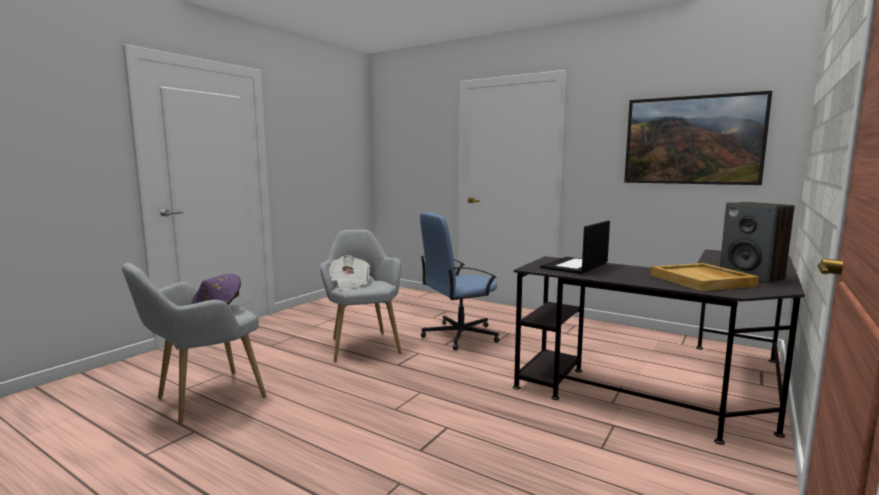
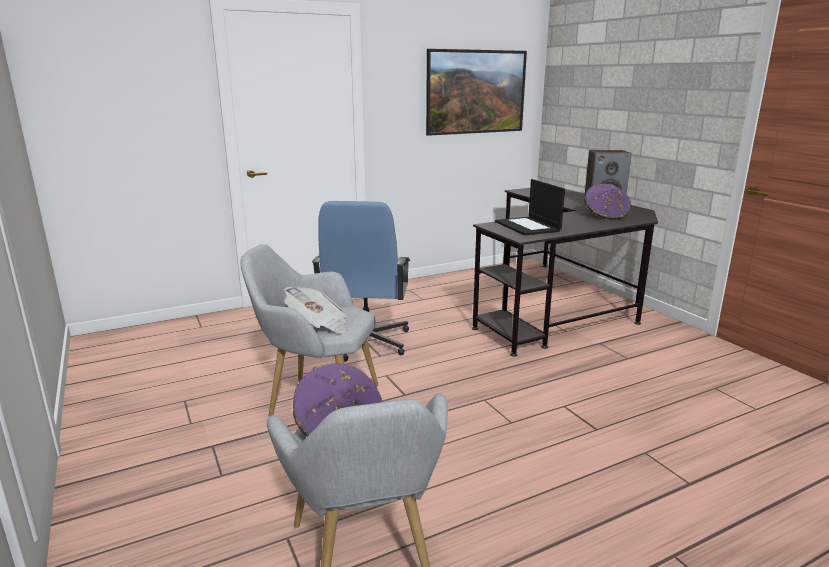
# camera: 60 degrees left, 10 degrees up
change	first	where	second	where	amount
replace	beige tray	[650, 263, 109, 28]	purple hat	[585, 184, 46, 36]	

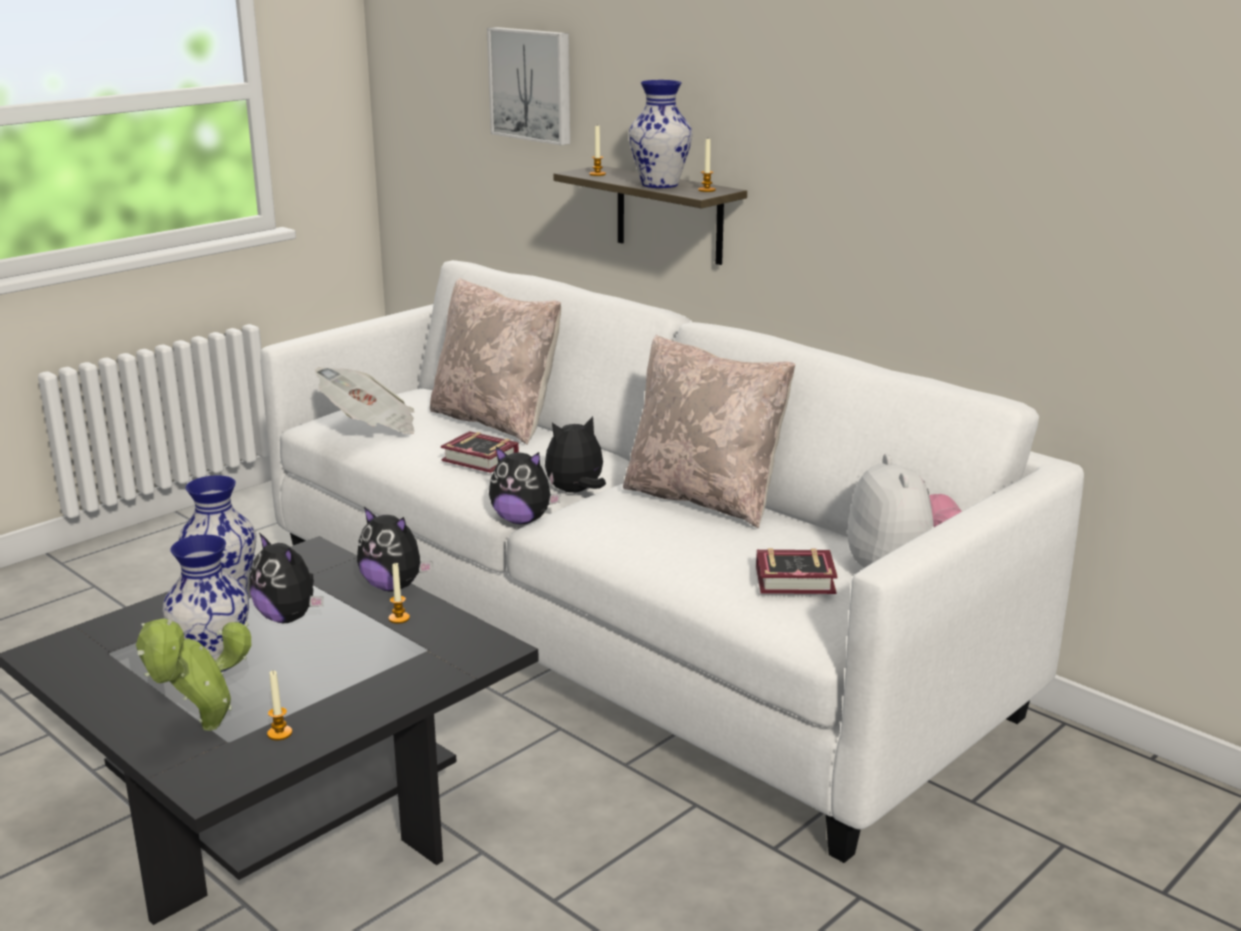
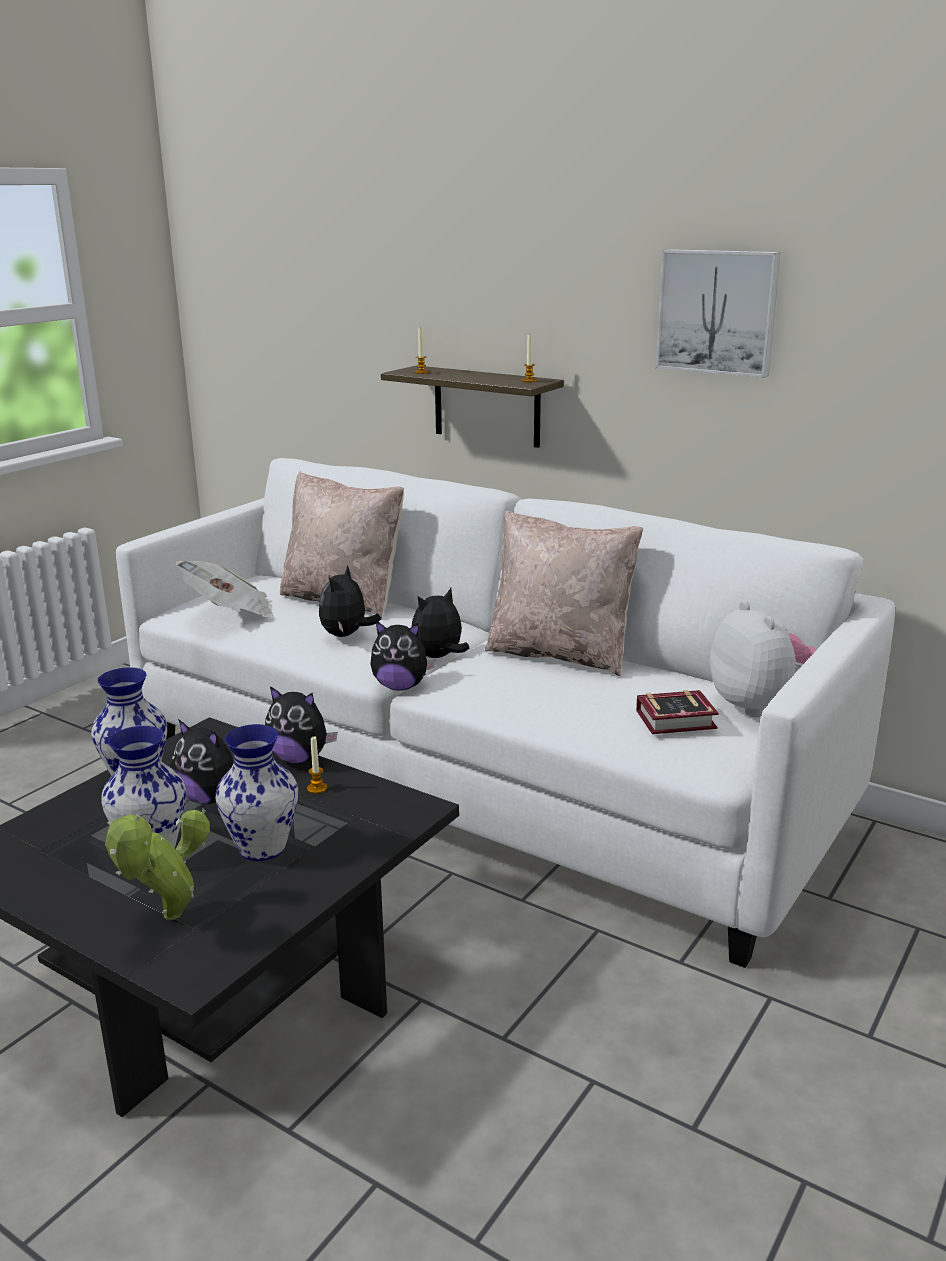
# camera: 10 degrees left, 0 degrees up
change	first	where	second	where	amount
move	vase	[629, 80, 63, 108]		[215, 724, 83, 137]	
replace	book	[441, 431, 78, 42]	plush toy	[319, 565, 62, 72]	
move	picture	[487, 27, 83, 118]		[655, 249, 126, 129]	
delete	candle	[267, 671, 25, 70]			

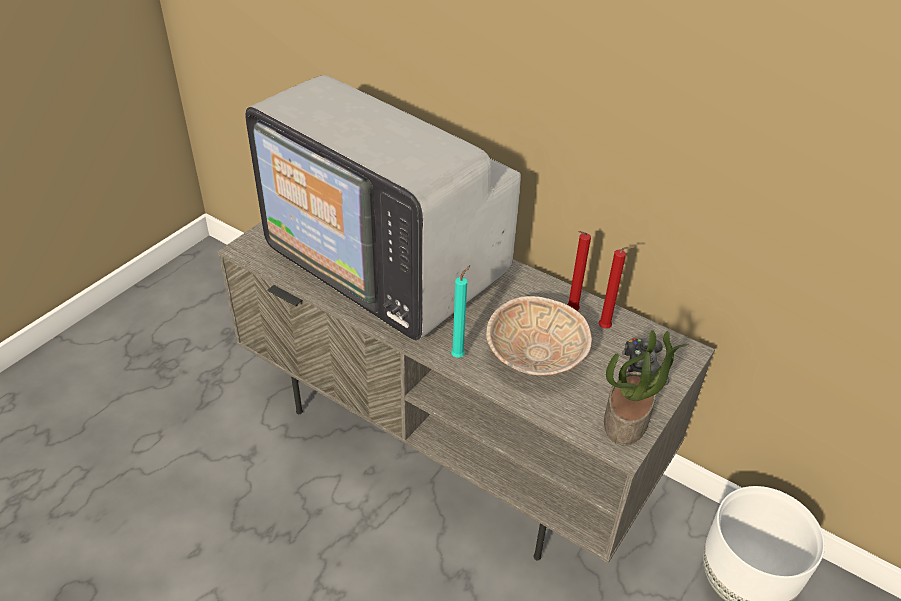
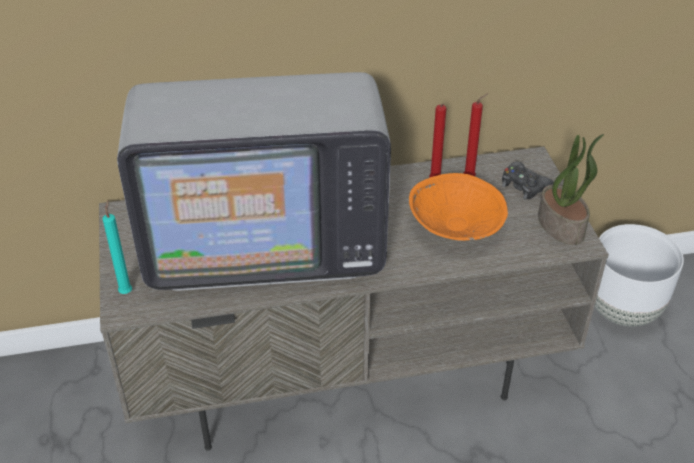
# camera: 45 degrees left, 0 degrees up
change	first	where	second	where	amount
move	turquoise candle	[451, 265, 19, 93]		[103, 200, 29, 94]	
recolor	beige bowl	[486, 296, 106, 80]	orange bowl	[409, 173, 99, 68]	

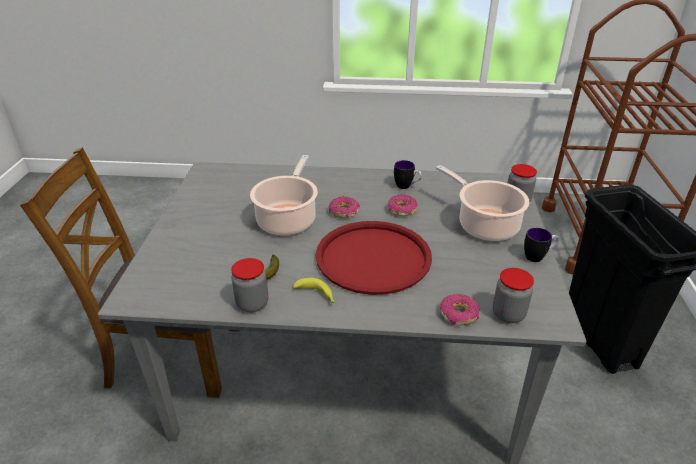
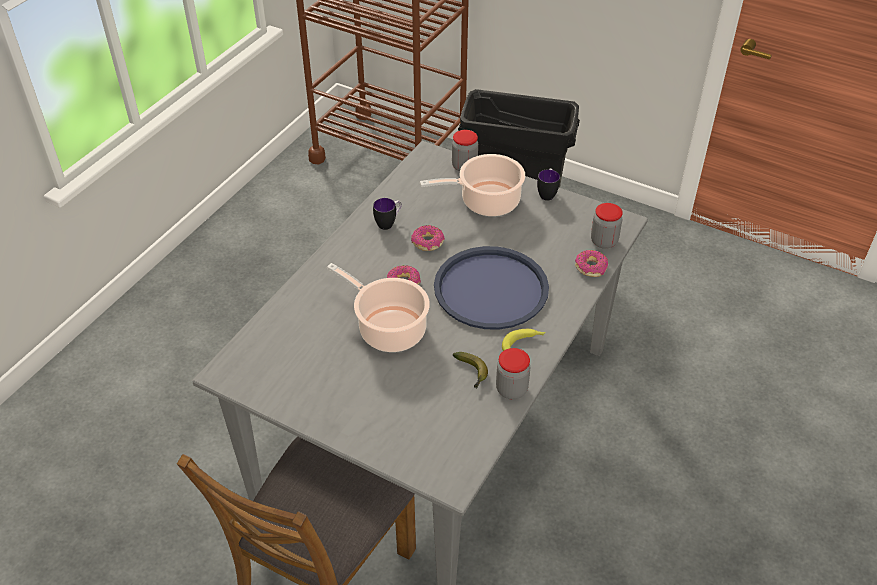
# camera: 65 degrees left, 10 degrees up
change	first	where	second	where	amount
recolor	red tray	[316, 221, 116, 74]	blue tray	[434, 246, 115, 84]	

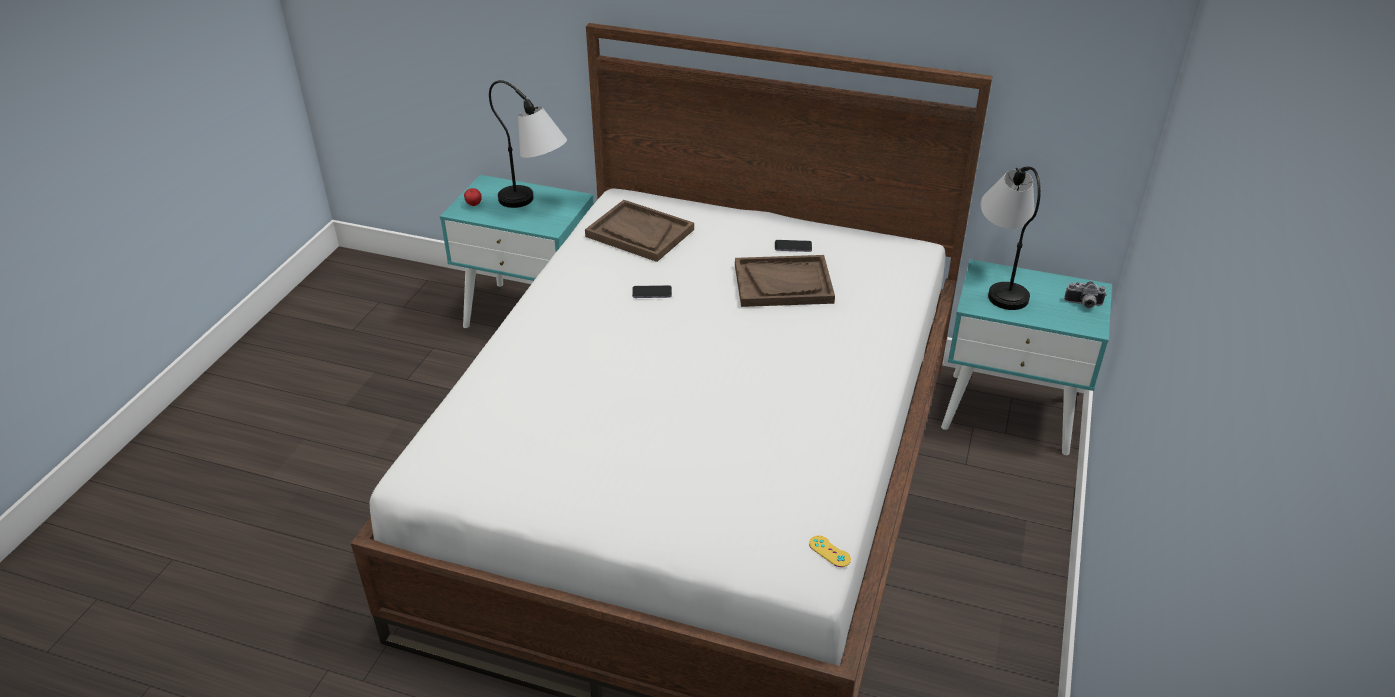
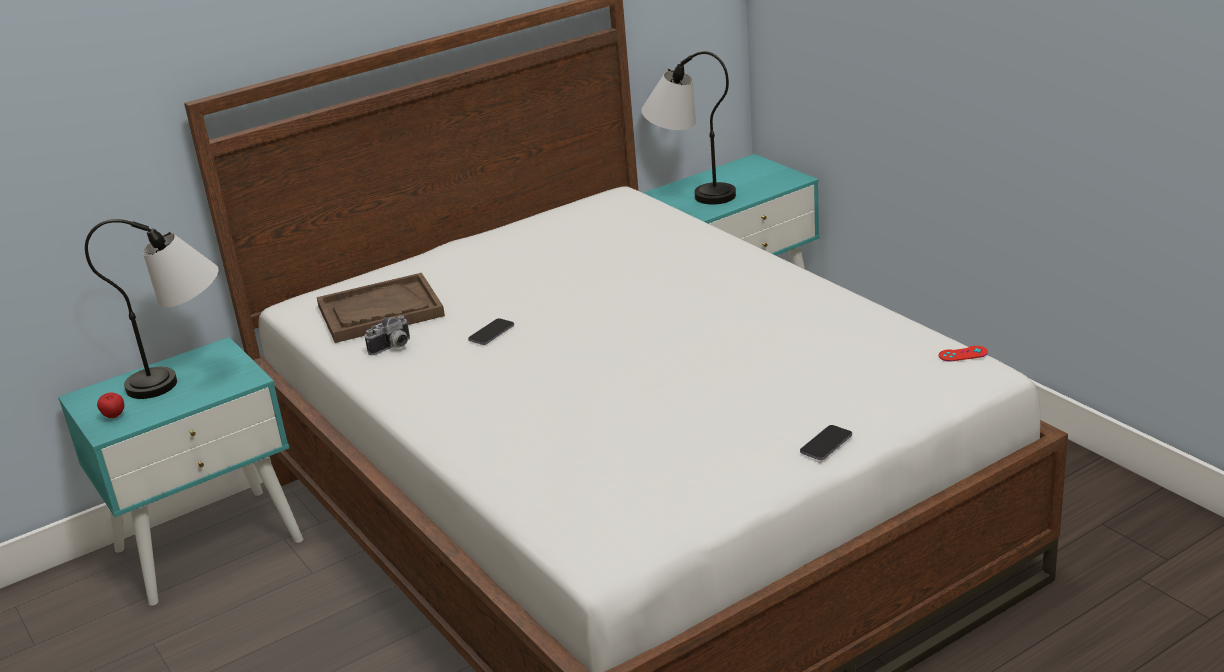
# camera: 50 degrees left, 10 degrees down
change	first	where	second	where	amount
move	photo camera	[1064, 281, 43, 27]		[365, 315, 45, 40]	
move	phone	[775, 240, 37, 12]		[800, 425, 52, 35]	
recolor	yellow game controller	[809, 535, 42, 32]	red game controller	[939, 346, 49, 16]	
delete	brown tray	[735, 255, 100, 52]			

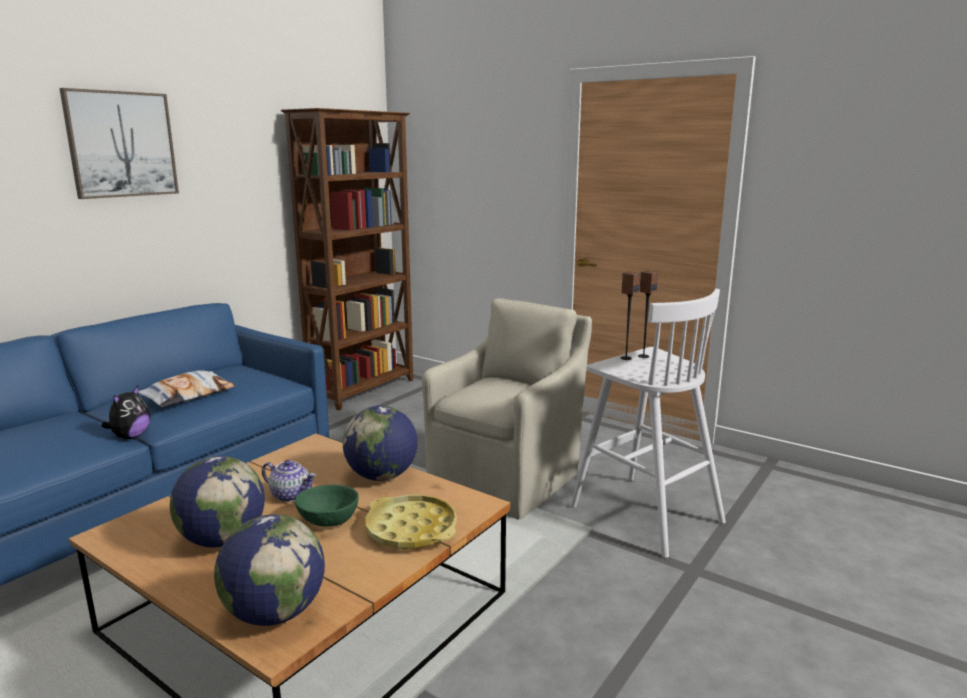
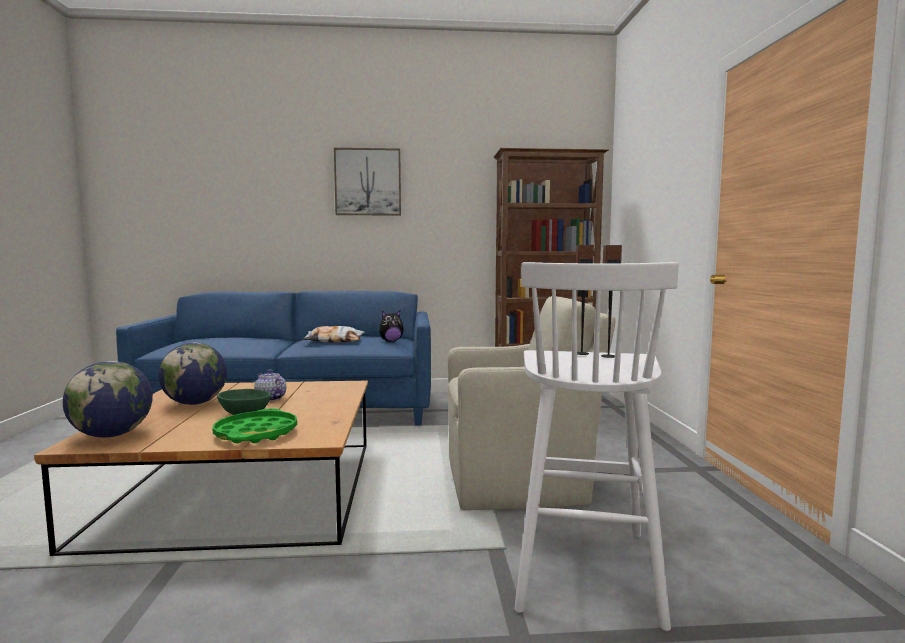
# camera: 50 degrees right, 10 degrees down
change	first	where	second	where	amount
recolor	yellow tray	[366, 495, 91, 55]	green tray	[212, 409, 85, 34]	
rotate	teapot	[262, 460, 54, 42]		[254, 370, 32, 31]	150 degrees clockwise
move	plush toy	[102, 386, 49, 53]		[379, 311, 24, 31]	
delete	globe	[343, 406, 75, 75]			

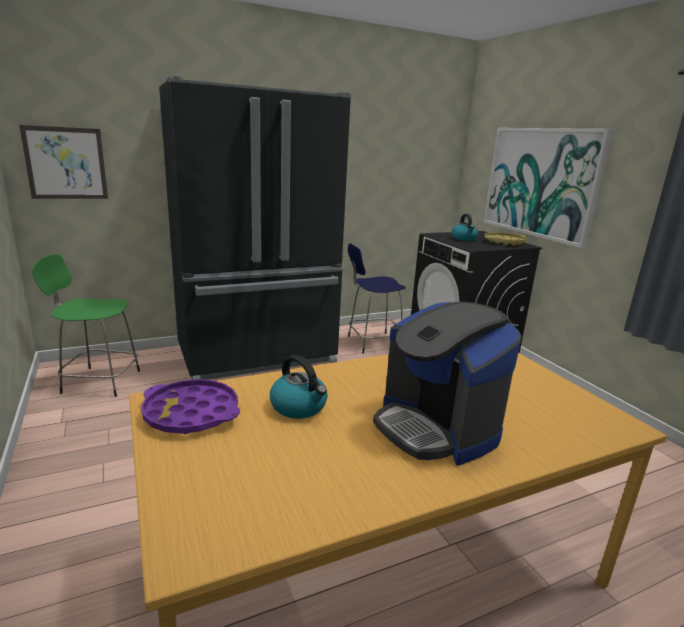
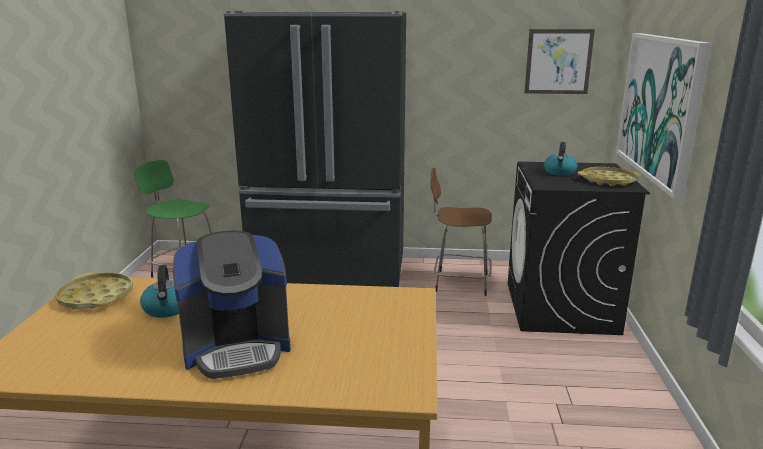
# camera: 30 degrees right, 0 degrees up
change	first	where	second	where	amount
recolor	purple tray	[141, 379, 99, 55]	yellow tray	[55, 272, 78, 37]	
rotate	coffee machine	[373, 302, 148, 164]		[173, 230, 118, 149]	105 degrees counterclockwise
recolor	blue stool	[348, 243, 58, 111]	brown stool	[431, 168, 61, 128]	
move	picture	[19, 125, 89, 74]		[524, 29, 71, 65]	

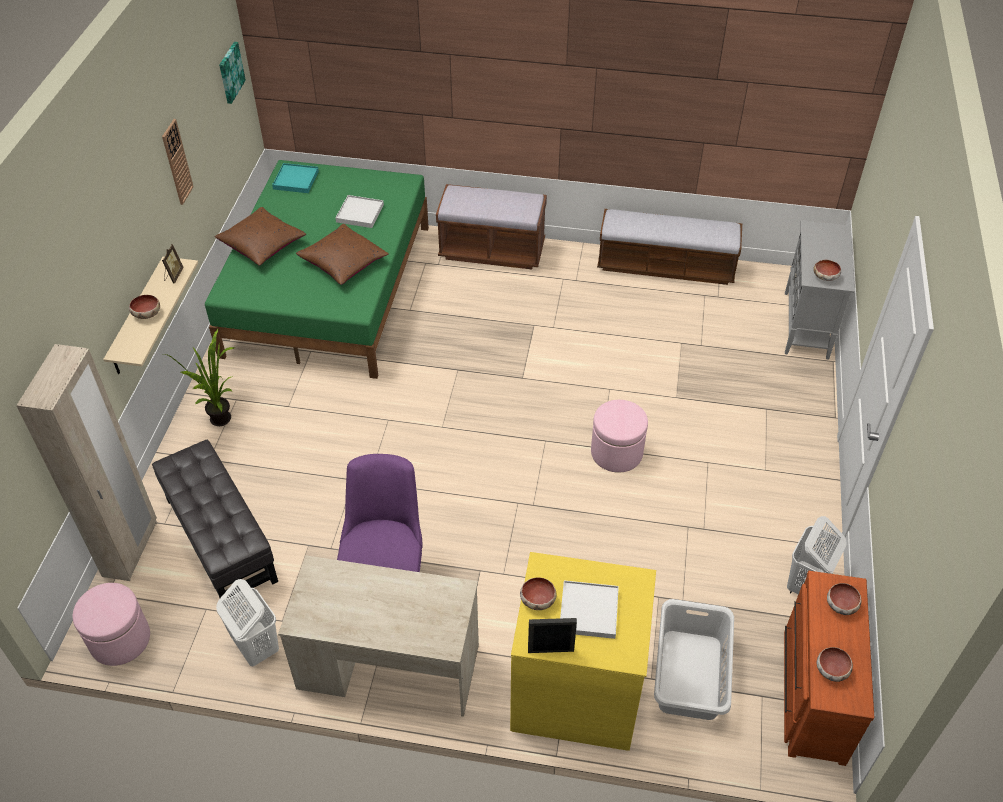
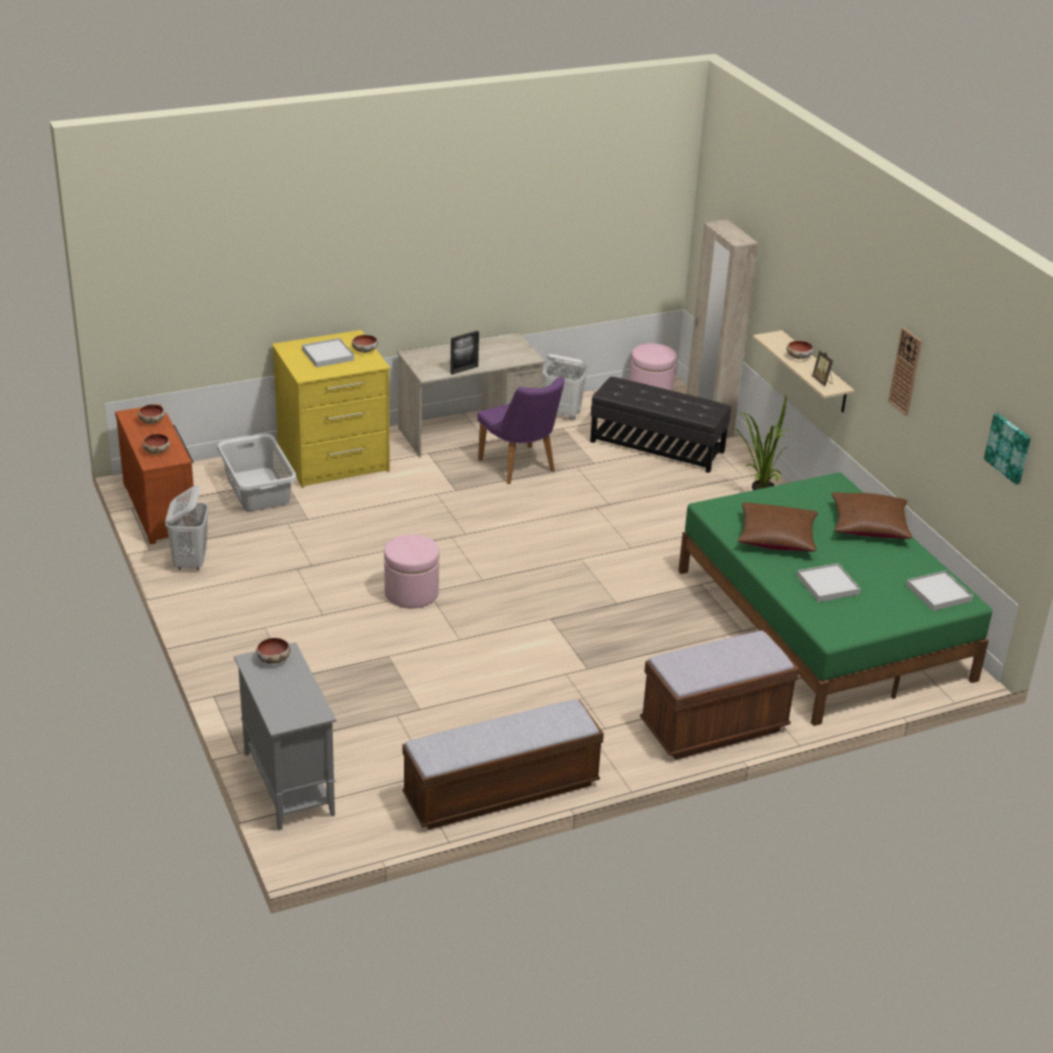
# camera: 145 degrees right, 15 degrees down
change	first	where	second	where	amount
move	picture frame	[528, 618, 49, 35]		[450, 331, 29, 44]	
recolor	turquoise tray	[272, 163, 47, 30]	white tray	[906, 570, 67, 41]	

